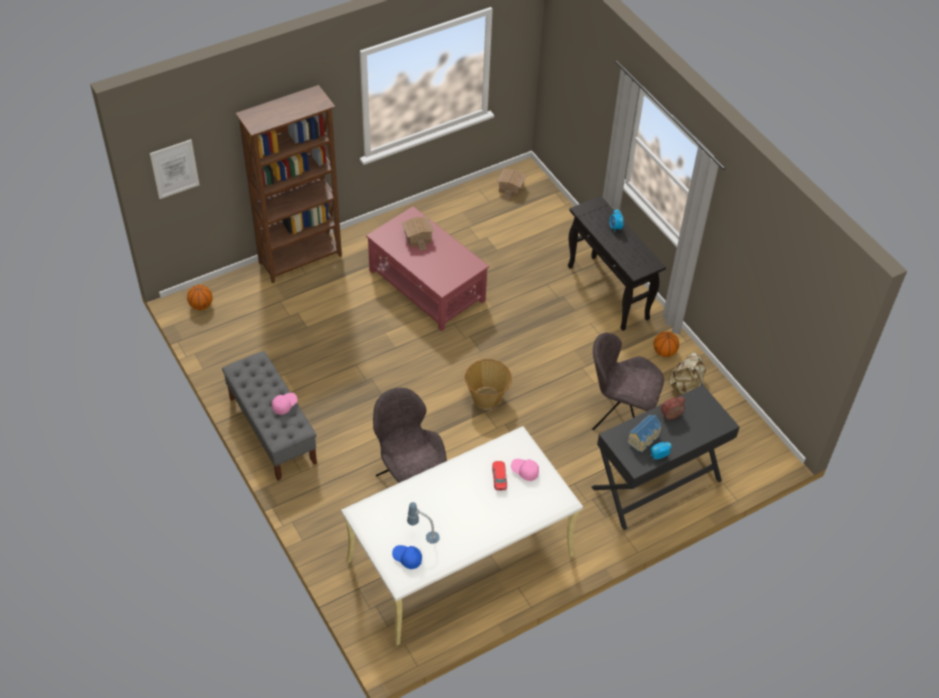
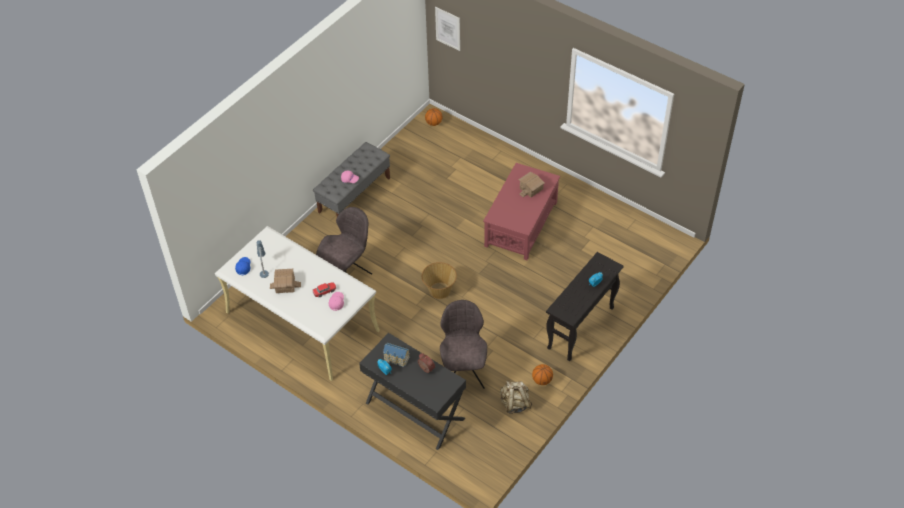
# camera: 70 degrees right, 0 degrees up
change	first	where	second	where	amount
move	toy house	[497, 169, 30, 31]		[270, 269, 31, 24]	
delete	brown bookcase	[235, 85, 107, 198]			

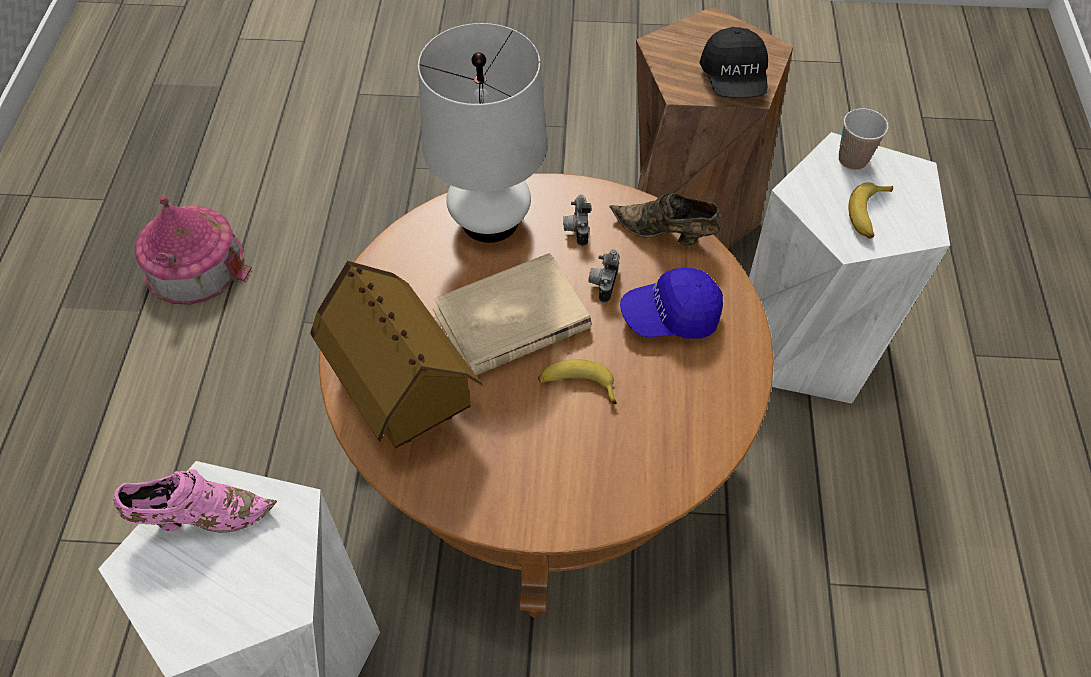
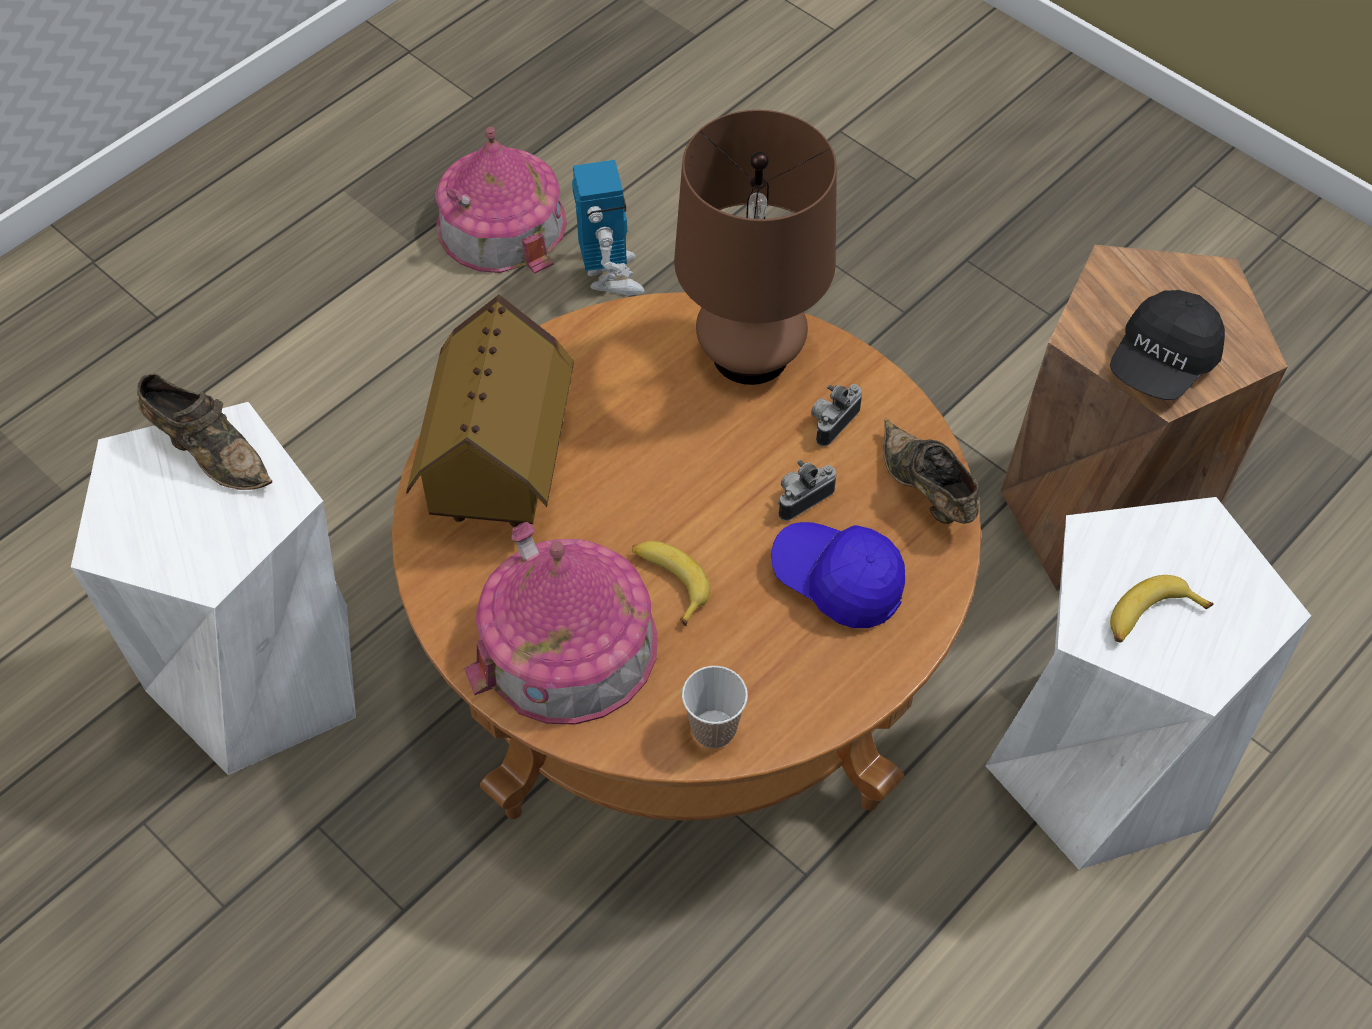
# camera: 40 degrees right, 0 degrees up
change	first	where	second	where	amount
recolor	pink shoe	[114, 469, 163, 64]	brown shoe	[137, 373, 135, 117]	
insert			toy house	[464, 522, 194, 203]	
insert			toy robot	[572, 160, 73, 136]	
recolor	white table lamp	[418, 23, 129, 220]	brown table lamp	[674, 110, 163, 275]	
move	cup	[839, 108, 50, 62]		[682, 666, 66, 82]	
delete	beige book	[433, 253, 158, 122]			

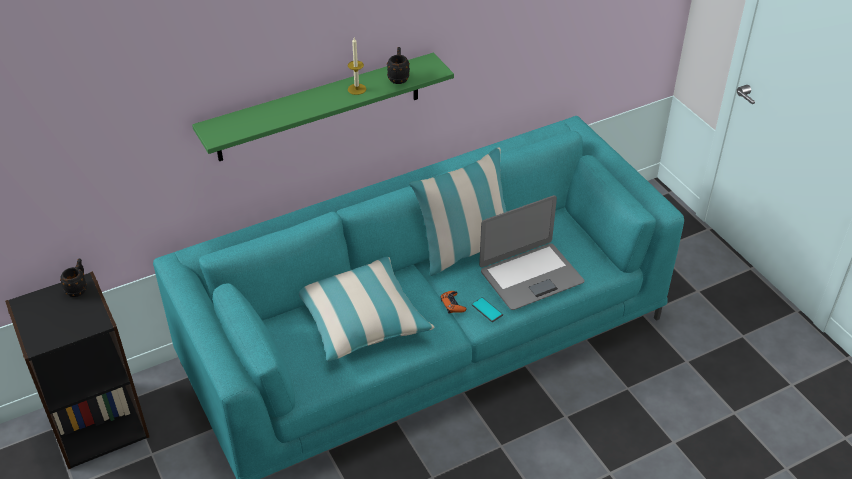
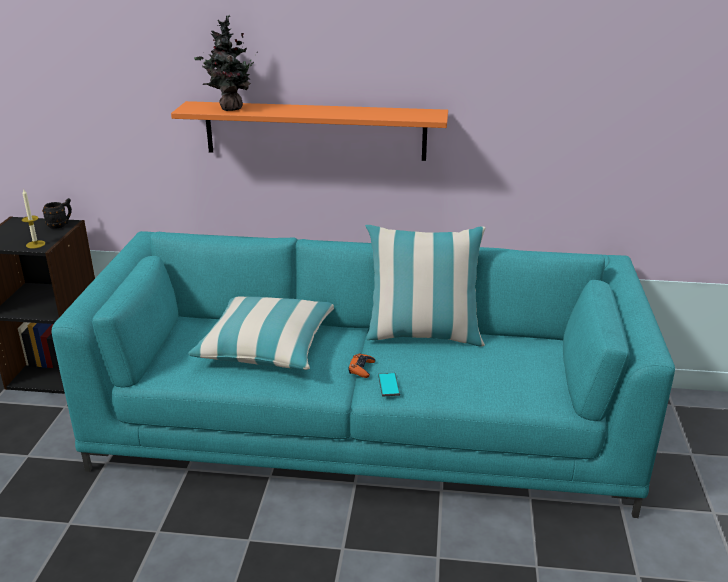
# camera: 35 degrees right, 15 degrees down
change	first	where	second	where	amount
move	candle	[348, 38, 18, 57]		[22, 188, 23, 61]	
recolor	green shelf	[192, 53, 262, 108]	orange shelf	[171, 101, 277, 60]	
insert			potted plant	[194, 15, 64, 96]	
delete	black mug	[387, 47, 23, 37]			
delete	laptop	[479, 195, 105, 115]			

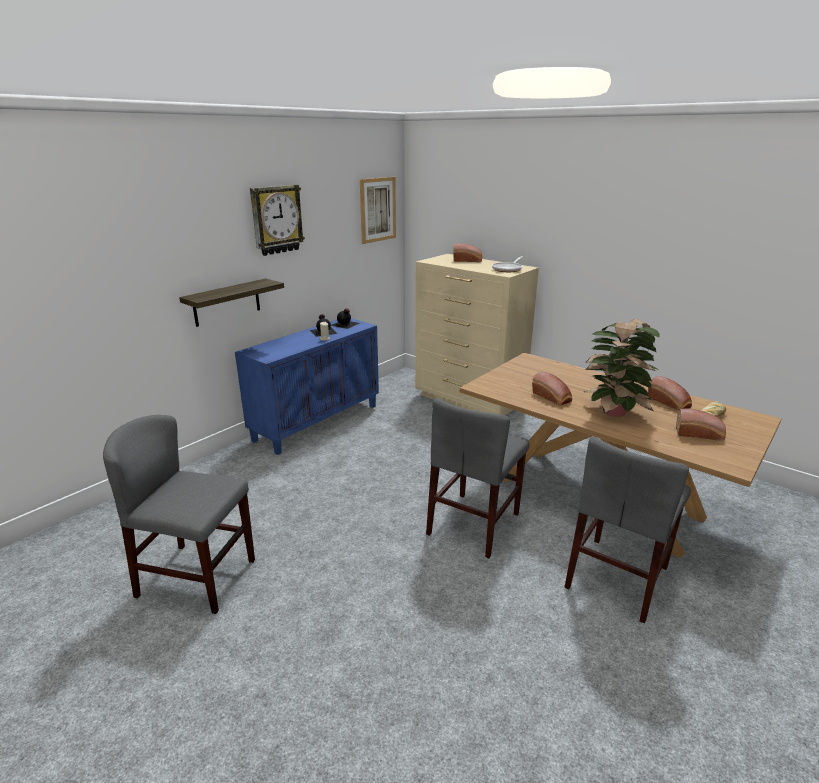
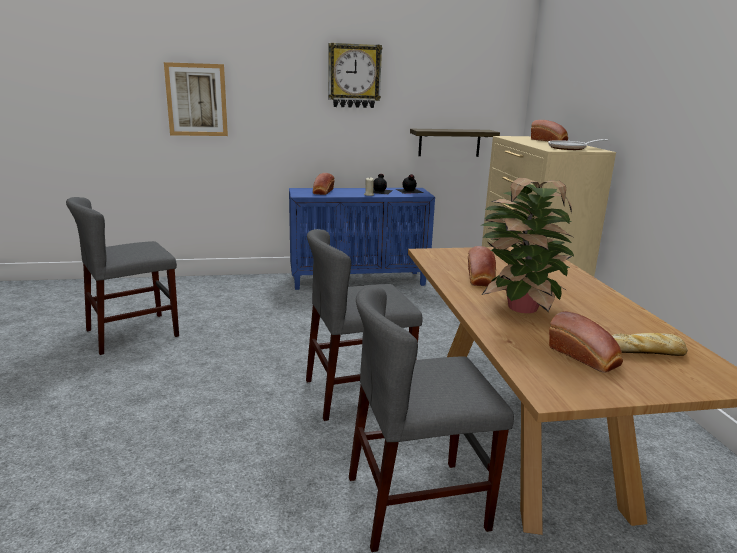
# camera: 40 degrees right, 5 degrees down
change	first	where	second	where	amount
rotate	grey chair	[103, 415, 152, 199]		[66, 197, 113, 158]	90 degrees counterclockwise
move	picture	[360, 177, 36, 67]		[164, 62, 64, 74]	
move	bread	[648, 376, 44, 35]		[313, 173, 22, 22]	
move	shelf	[179, 278, 105, 49]		[410, 129, 90, 28]	

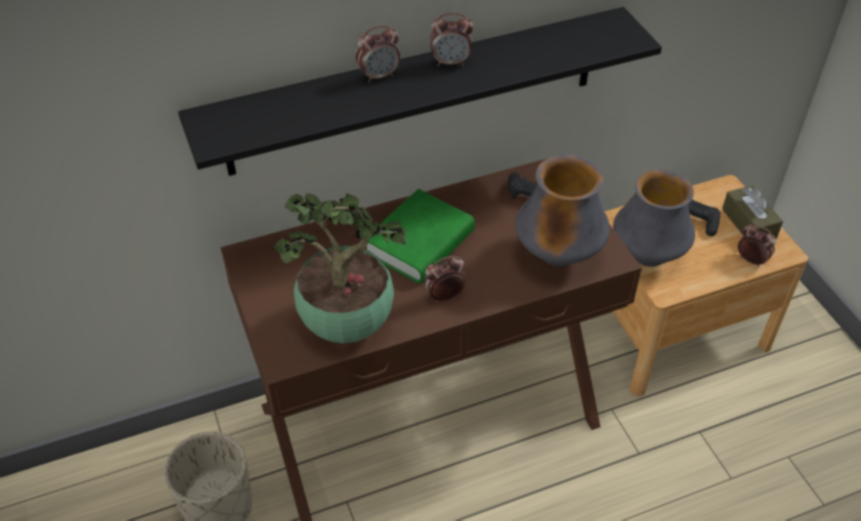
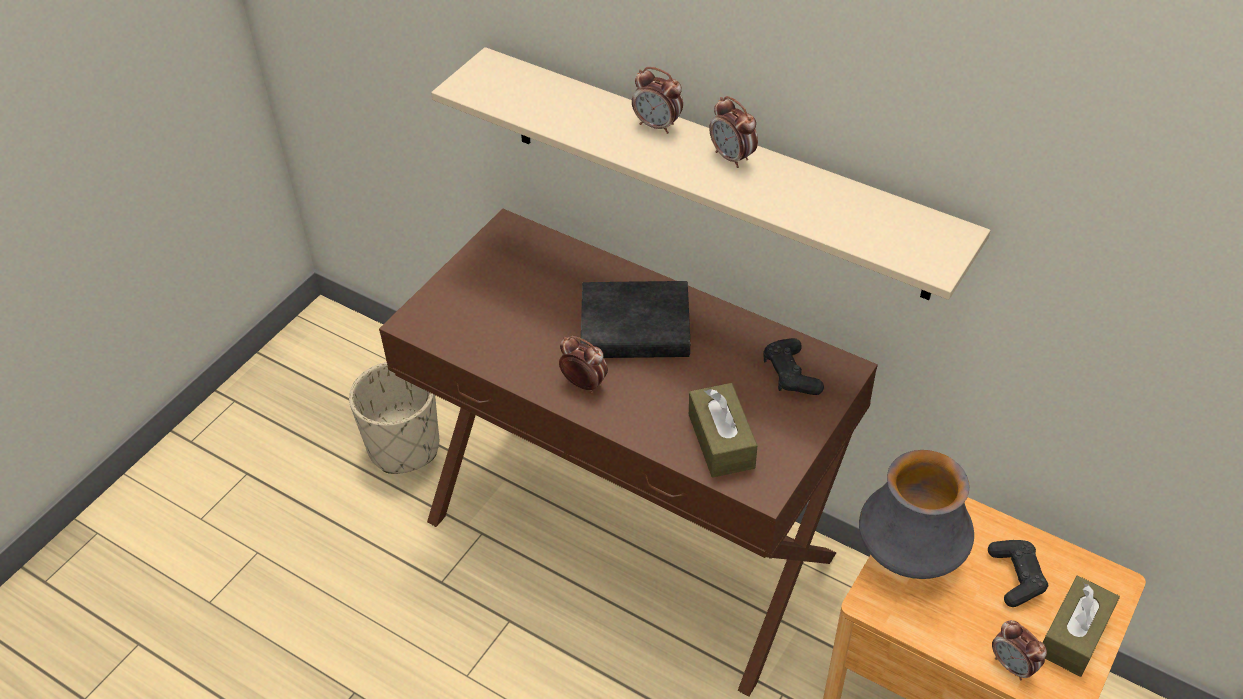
# camera: 55 degrees right, 0 degrees up
change	first	where	second	where	amount
recolor	black shelf	[178, 7, 484, 169]	beige shelf	[431, 47, 559, 253]	
recolor	green book	[367, 189, 108, 95]	black book	[581, 281, 109, 77]	
replace	vase	[515, 154, 95, 113]	brown tissue box	[689, 383, 69, 94]	
rotate	alarm clock	[738, 224, 38, 43]		[992, 620, 55, 61]	135 degrees clockwise
delete	potted plant	[273, 193, 134, 150]			

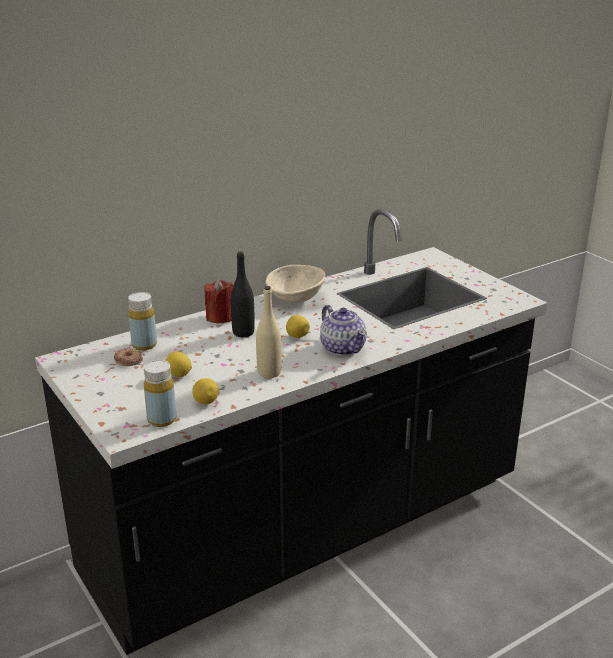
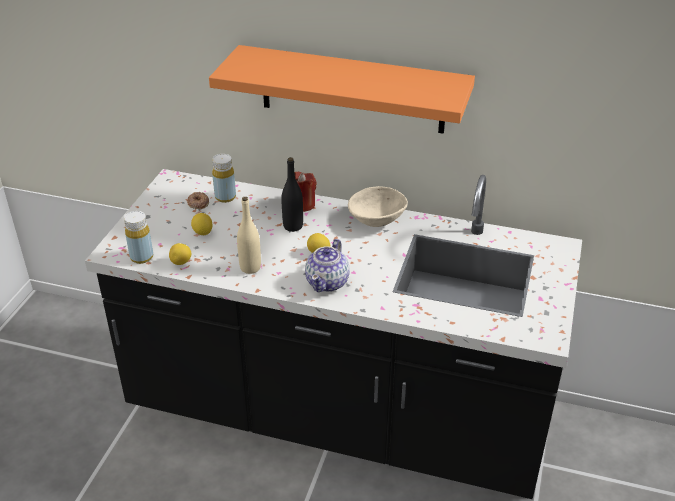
# camera: 50 degrees right, 10 degrees up
change	first	where	second	where	amount
insert			orange shelf	[209, 45, 266, 89]	

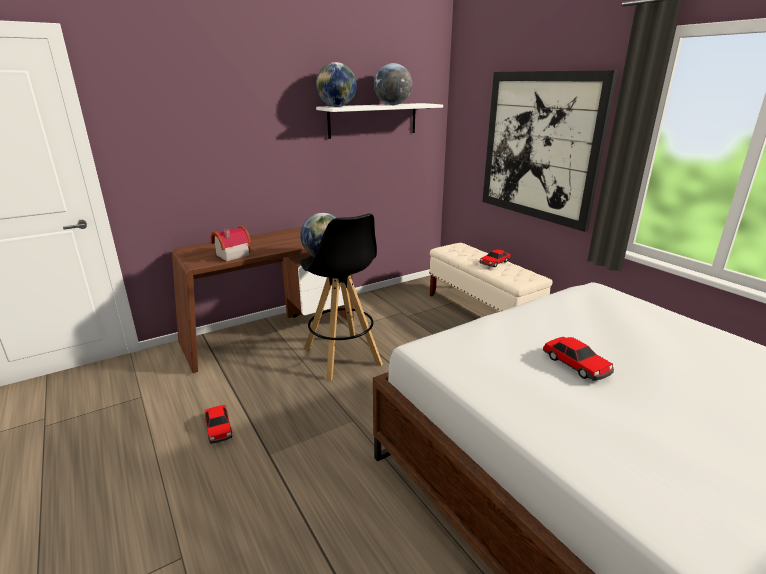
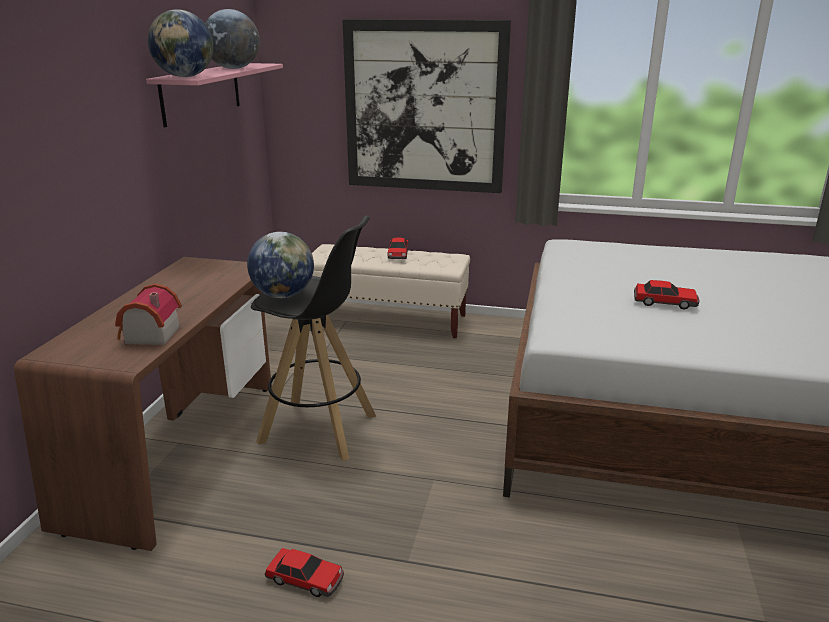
# camera: 45 degrees left, 0 degrees up
change	first	where	second	where	amount
recolor	white shelf	[316, 103, 127, 36]	pink shelf	[146, 63, 137, 64]	

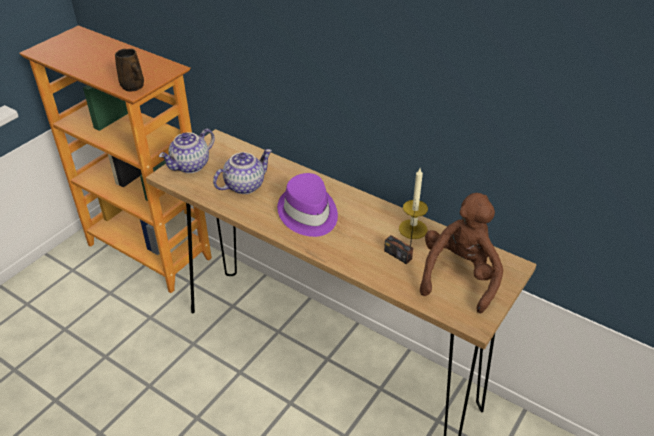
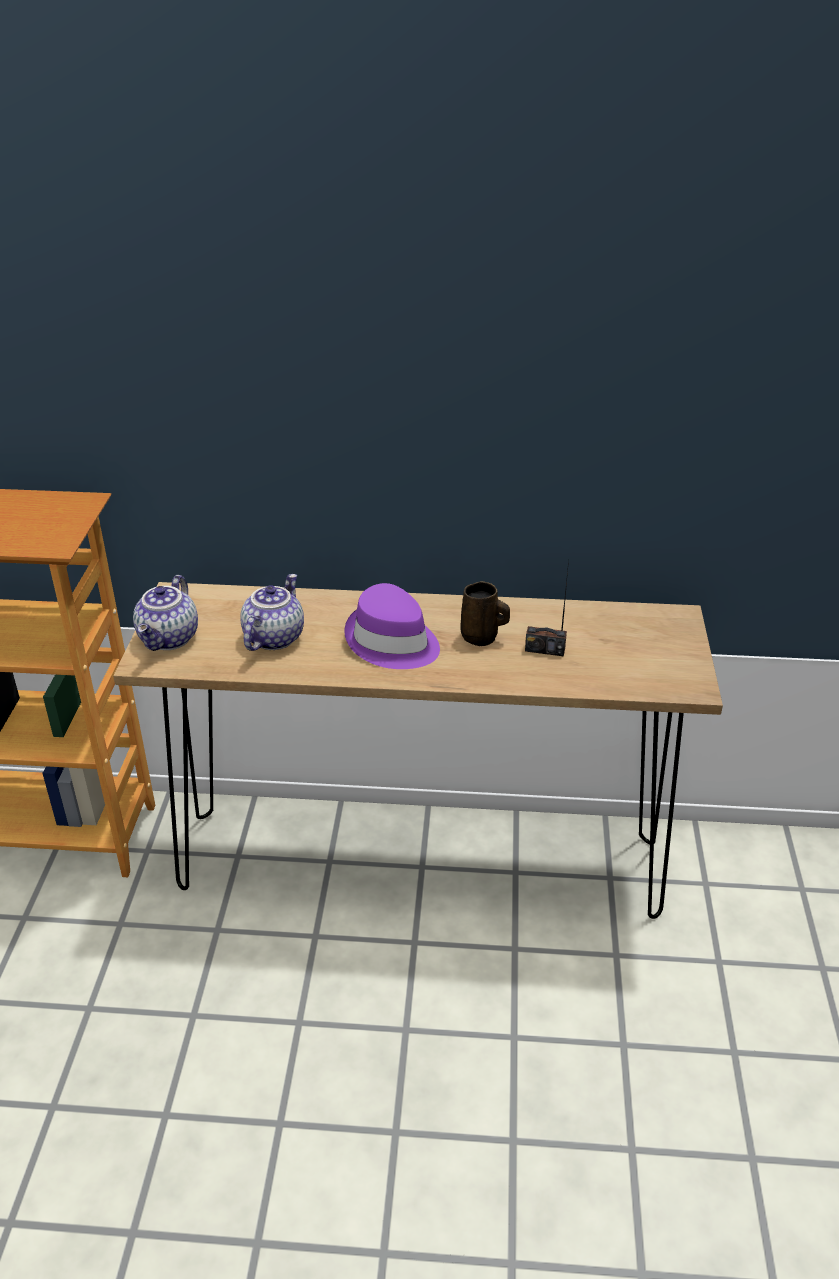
# camera: 30 degrees left, 5 degrees down
change	first	where	second	where	amount
move	brown mug	[115, 49, 29, 43]		[460, 581, 50, 65]	
delete	candle	[399, 168, 29, 71]			
delete	brown plush toy	[420, 193, 83, 121]			

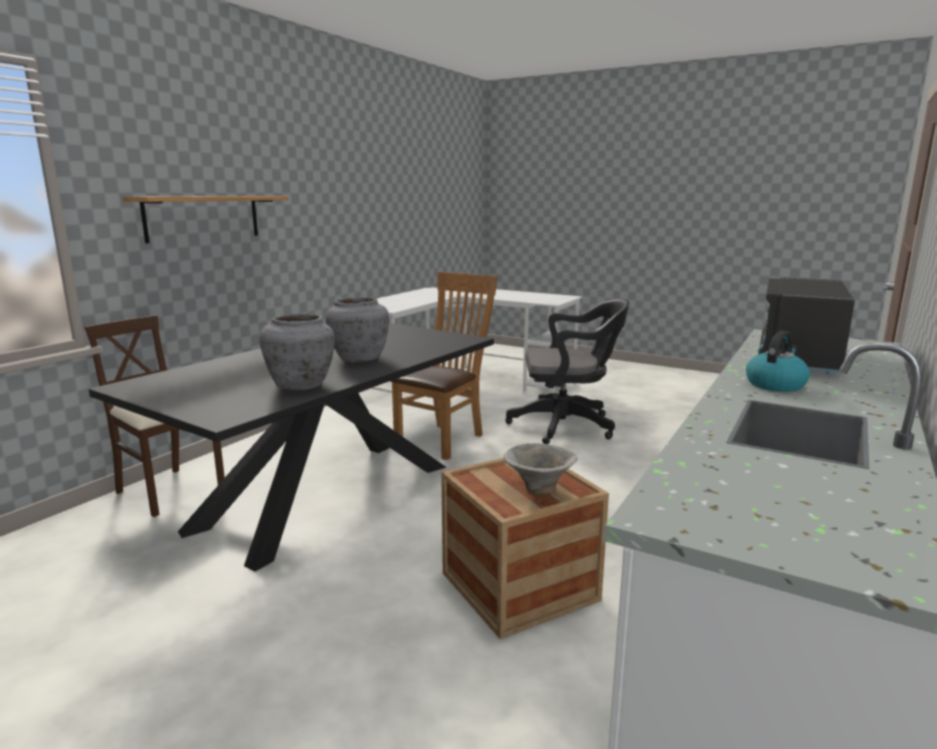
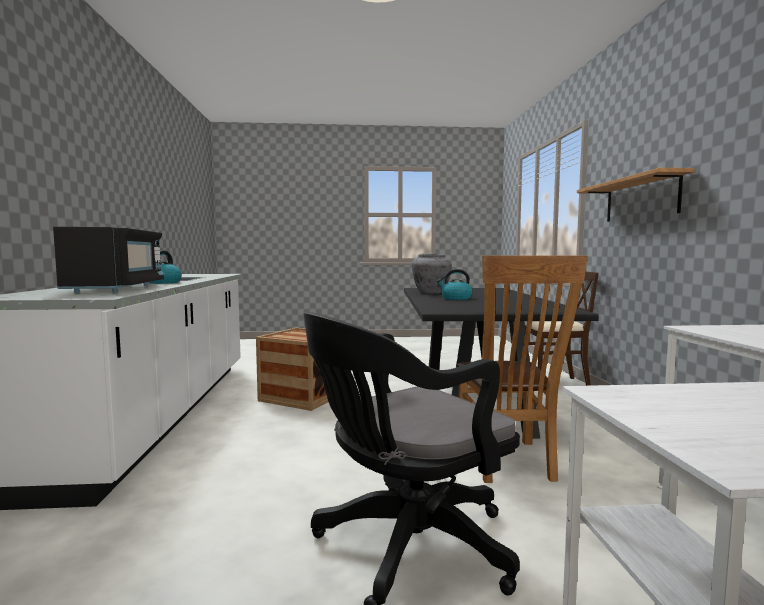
# camera: 145 degrees right, 10 degrees down
change	first	where	second	where	amount
replace	grey vase	[325, 297, 64, 66]	kettle	[437, 269, 36, 31]	
delete	bowl	[503, 443, 75, 52]			

